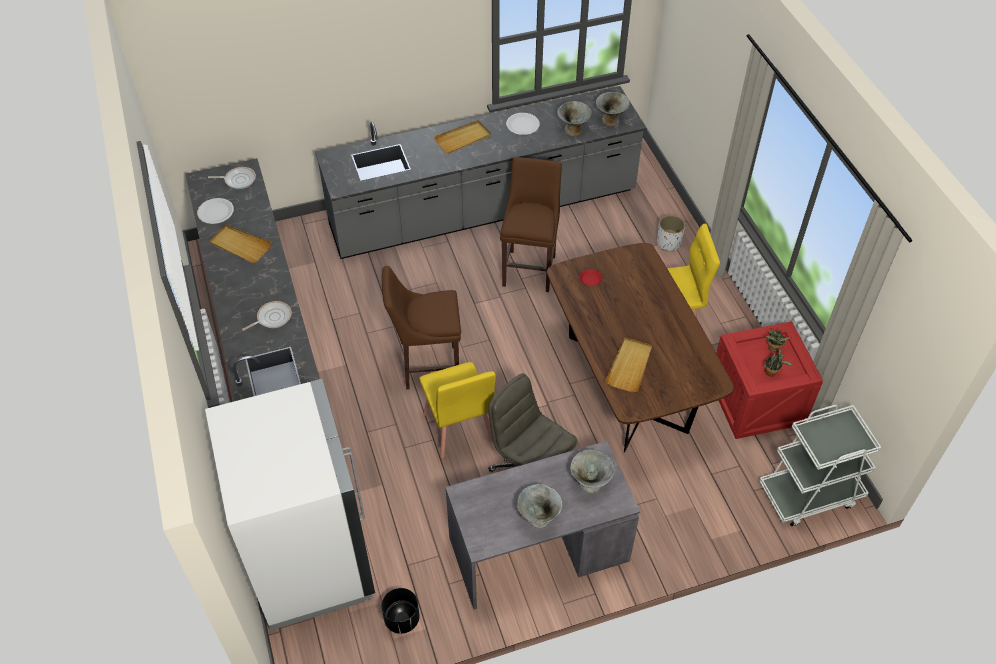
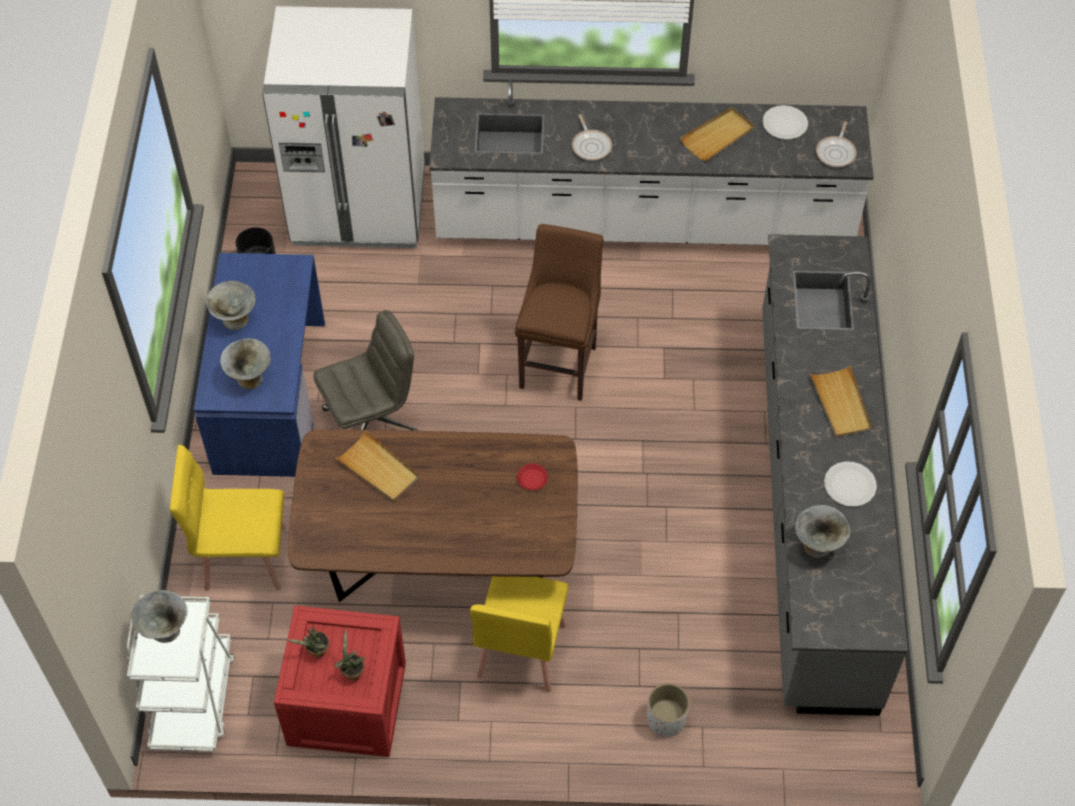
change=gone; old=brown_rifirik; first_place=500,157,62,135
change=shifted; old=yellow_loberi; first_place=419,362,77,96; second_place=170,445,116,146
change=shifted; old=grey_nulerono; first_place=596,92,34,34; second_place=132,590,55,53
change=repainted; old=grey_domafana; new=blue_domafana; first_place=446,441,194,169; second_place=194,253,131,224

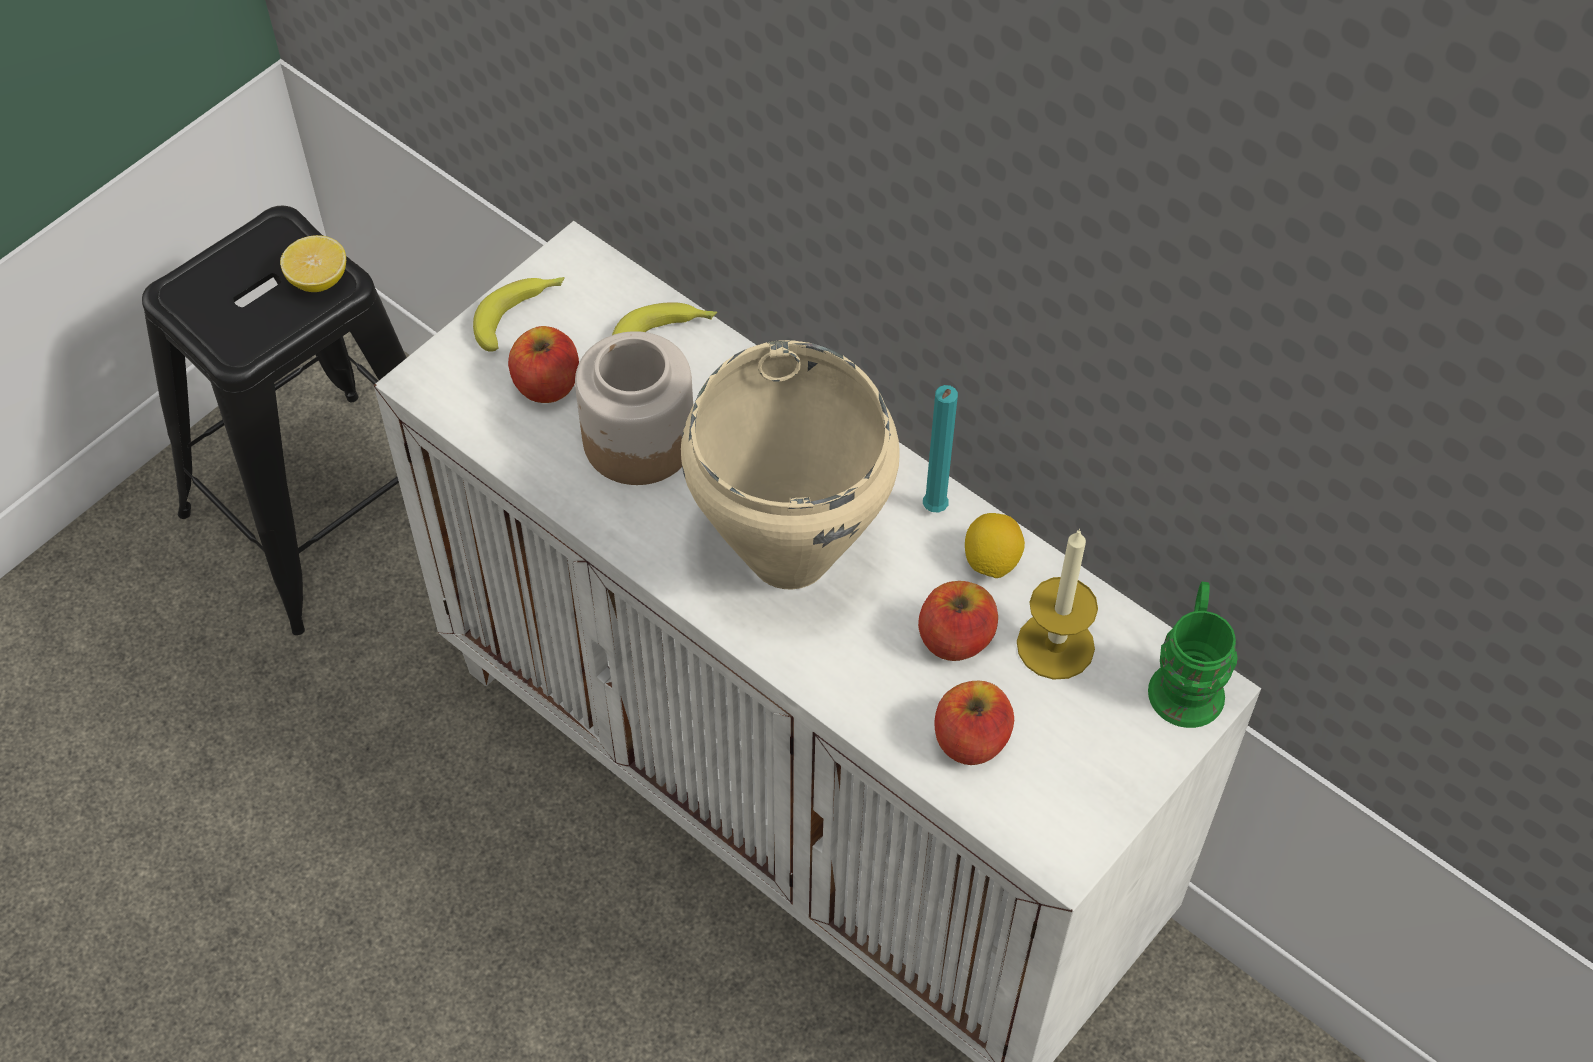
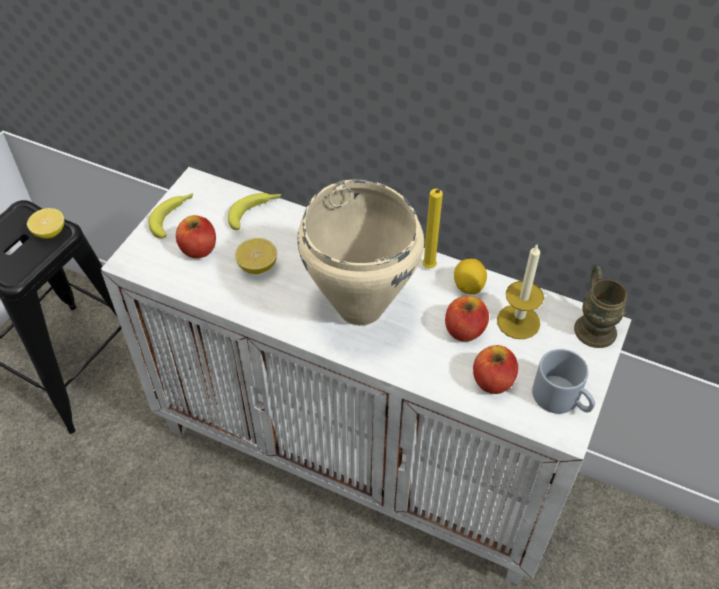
change=new; new=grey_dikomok; second_place=532,349,63,65
change=swapped; old=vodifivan; new=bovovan; first_place=575,331,118,154; second_place=235,238,42,36
change=repainted; old=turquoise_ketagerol; new=yellow_ketagerol; first_place=923,385,35,128; second_place=422,189,21,80
change=repainted; old=green_dikomok; new=brown_dikomok; first_place=1148,582,90,146; second_place=574,265,53,83

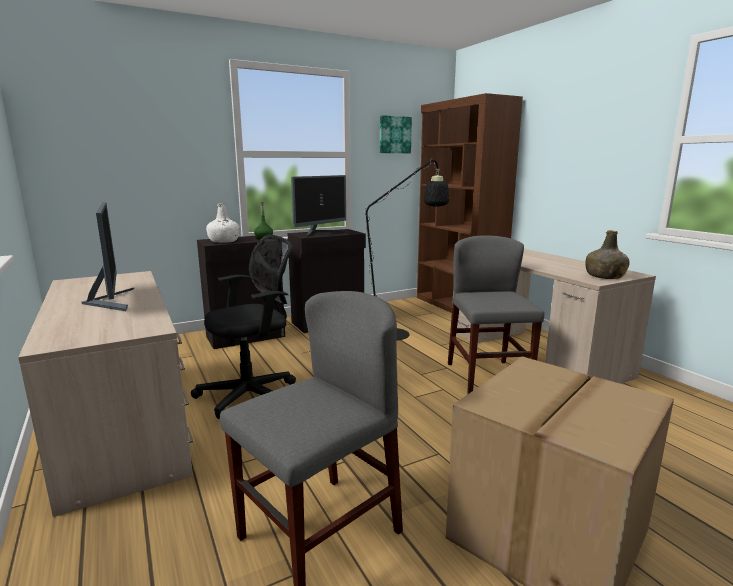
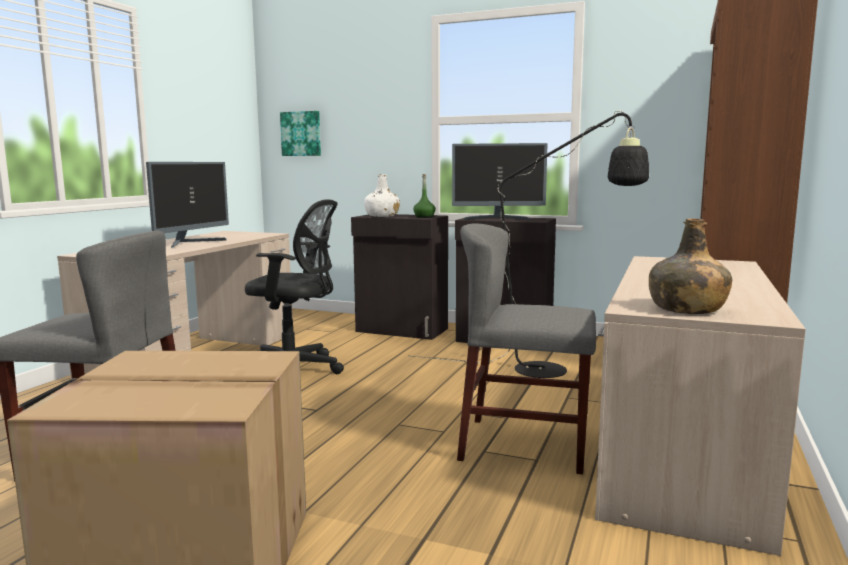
change=shifted; old=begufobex; first_place=380,115,32,38; second_place=280,111,41,45
change=rotated; old=grey_loberi; first_place=448,236,97,159; second_place=457,223,139,251; degrees=-120

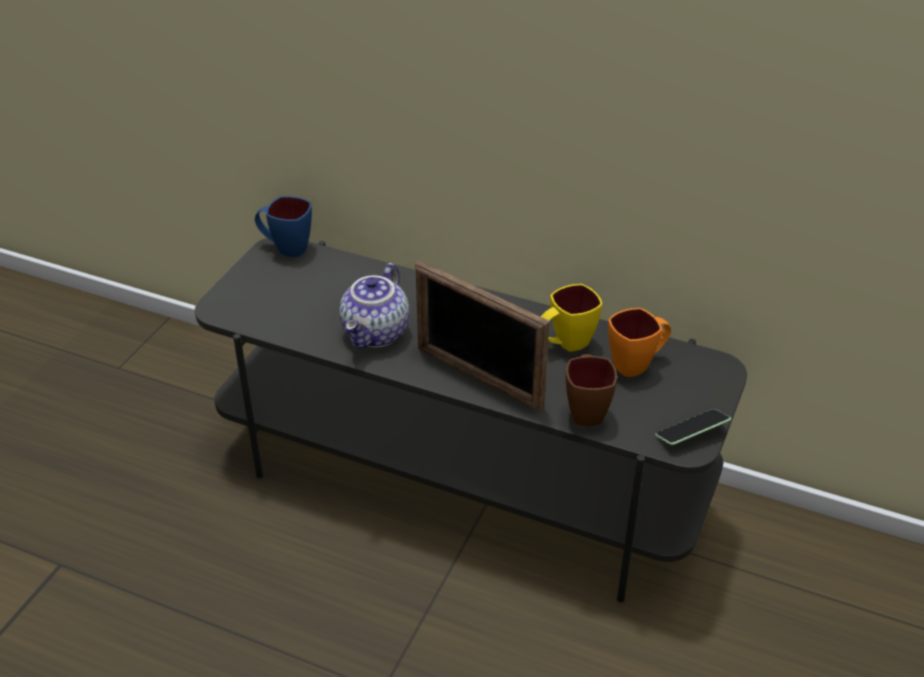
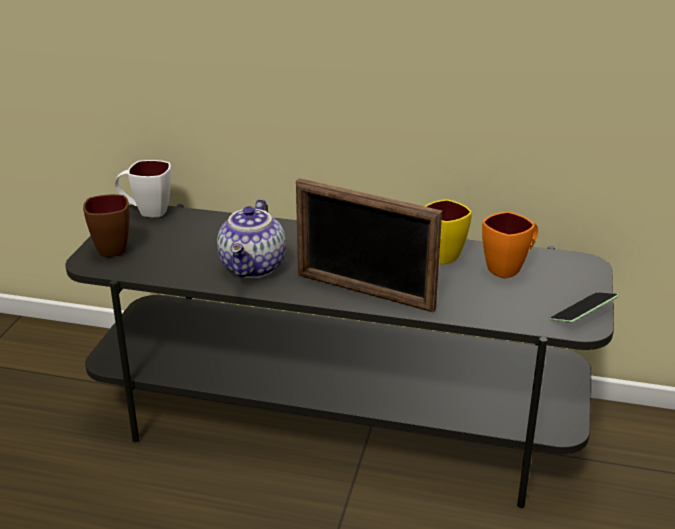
change=shifted; old=brown_dikomok; first_place=566,354,51,72; second_place=83,194,46,63
change=repainted; old=blue_dikomok; new=white_dikomok; first_place=255,196,57,61; second_place=115,160,56,58

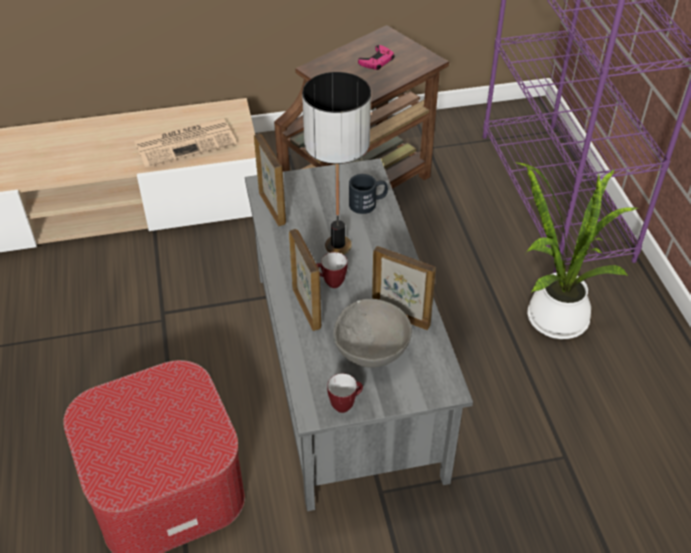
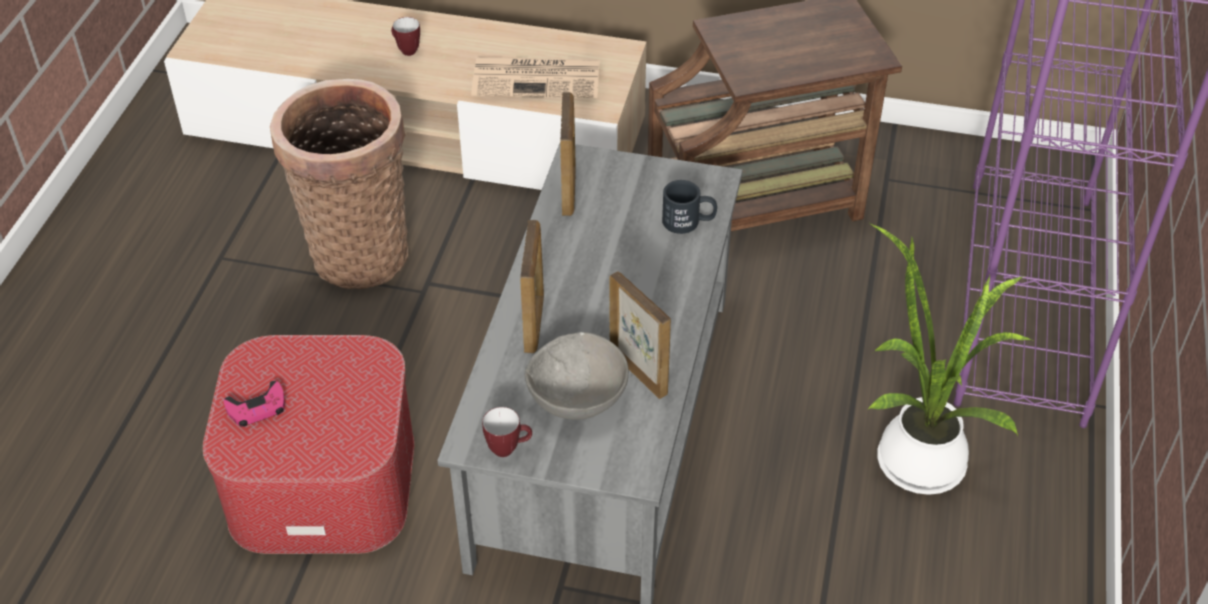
change=gone; old=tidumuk; first_place=302,72,69,183
change=new; new=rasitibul; second_place=270,79,138,210
change=shifted; old=dikomok; first_place=316,252,31,36; second_place=391,17,29,39
change=shifted; old=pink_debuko; first_place=358,45,37,25; second_place=224,381,61,46

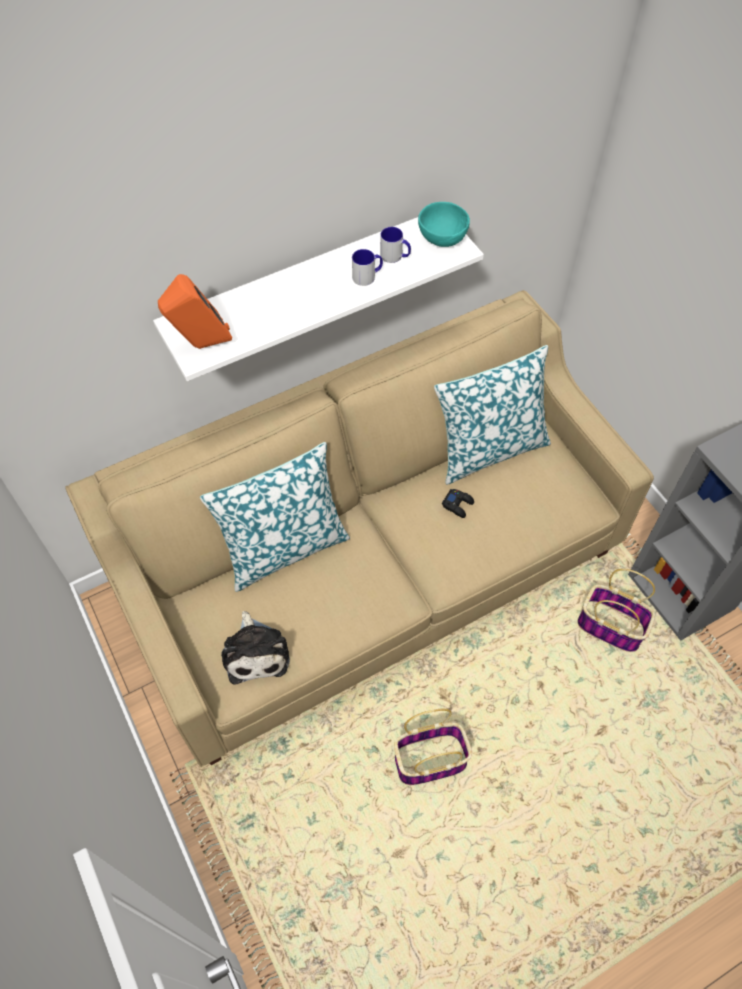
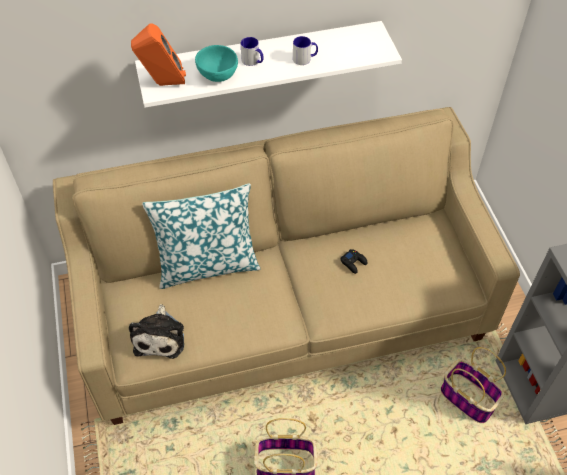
change=gone; old=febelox; first_place=434,345,117,140
change=shifted; old=dikomok; first_place=380,227,31,36; second_place=241,37,22,29
change=shifted; old=turquoise_nulerono; first_place=418,202,52,45; second_place=195,45,43,37

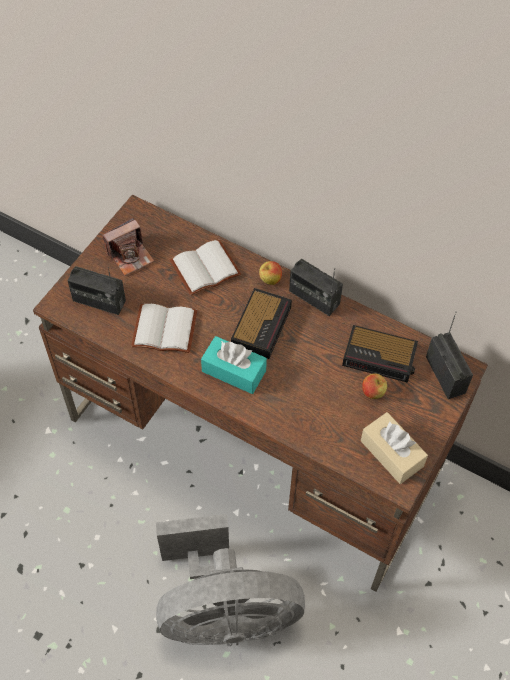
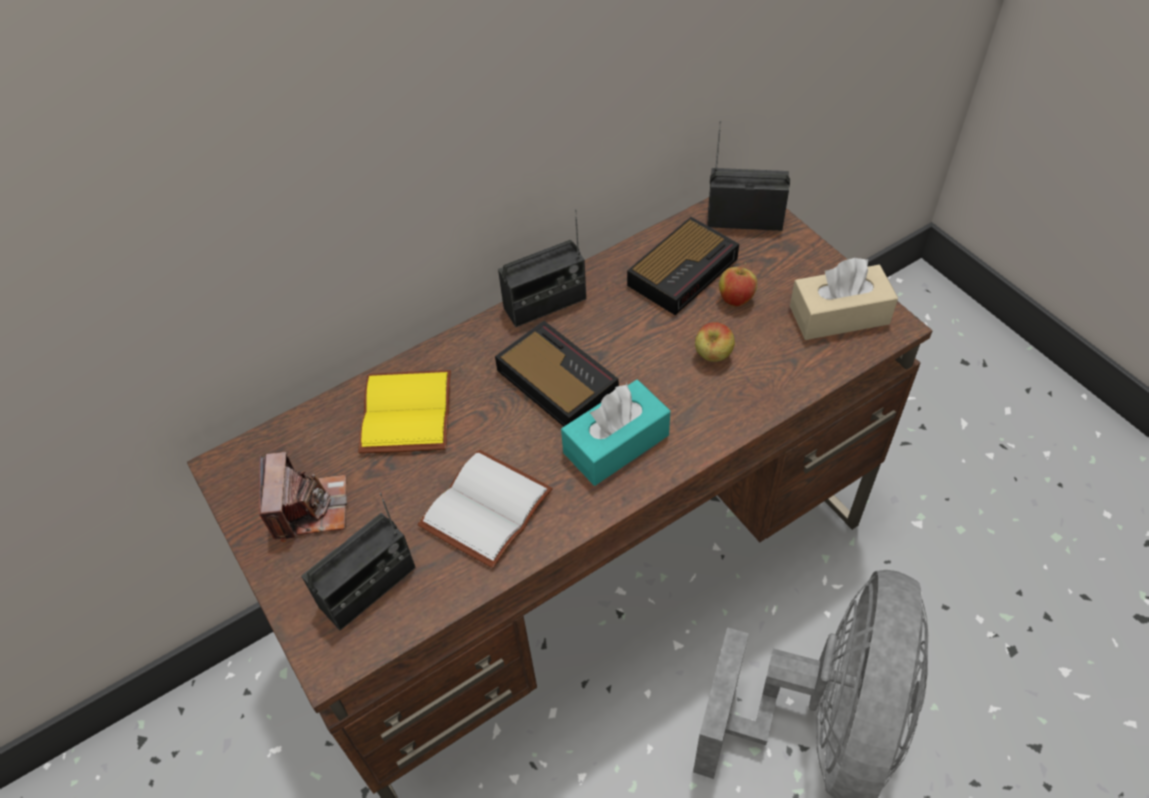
change=shifted; old=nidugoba; first_place=259,261,23,24; second_place=695,322,40,40
change=repainted; old=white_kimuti; new=yellow_kimuti; first_place=170,240,71,55; second_place=358,370,93,84

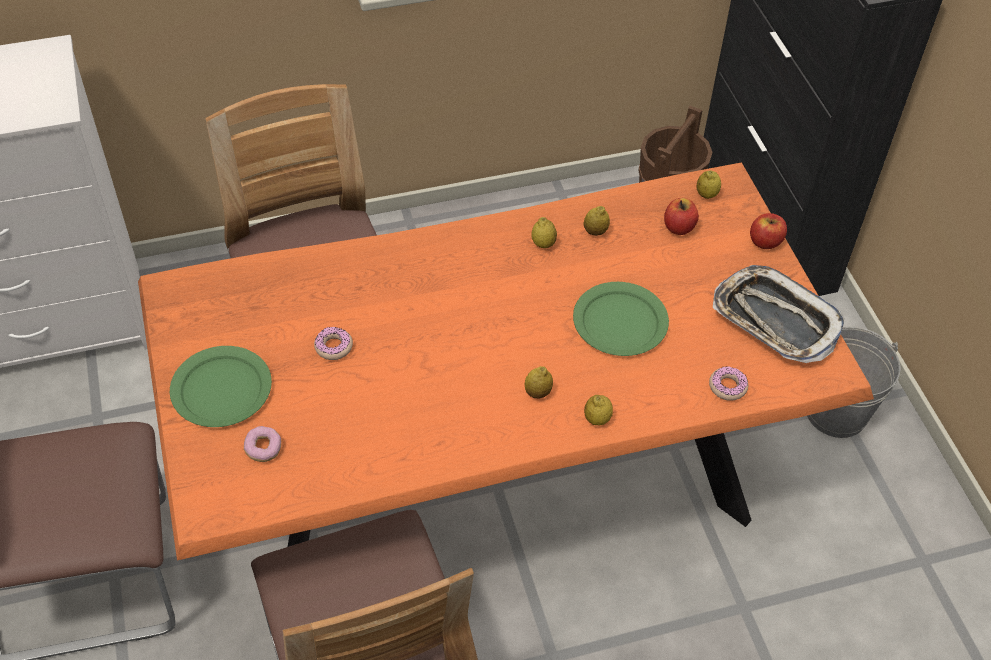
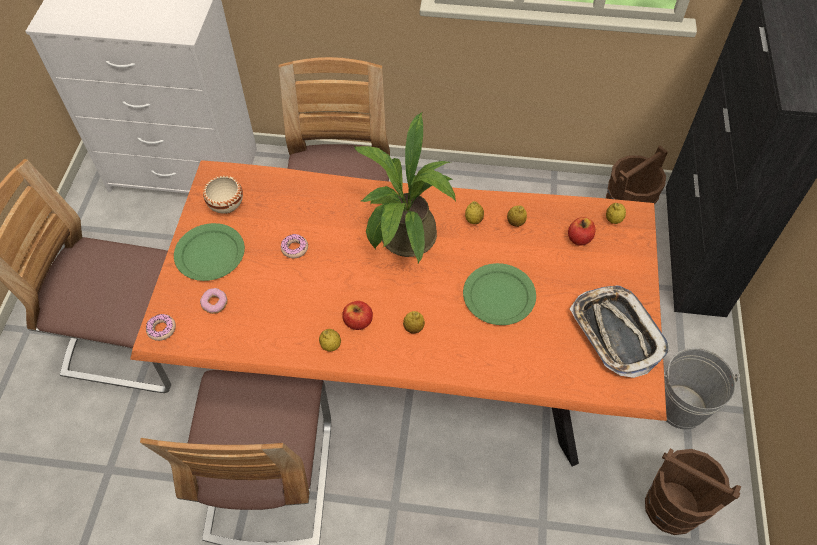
change=new; new=beige_nulerono; second_place=203,176,40,38
change=new; new=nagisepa; second_place=354,113,102,150
change=new; new=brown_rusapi; second_place=645,448,97,87
change=shifted; old=bovovan; first_place=584,395,29,30; second_place=319,329,22,22
change=shifted; old=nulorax; first_place=709,366,39,35; second_place=146,314,30,27
change=shifted; old=nidugoba; first_place=750,213,37,36; second_place=342,301,31,29

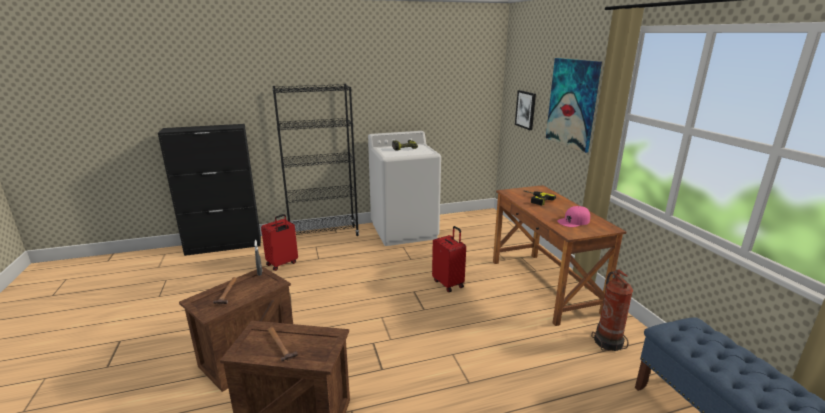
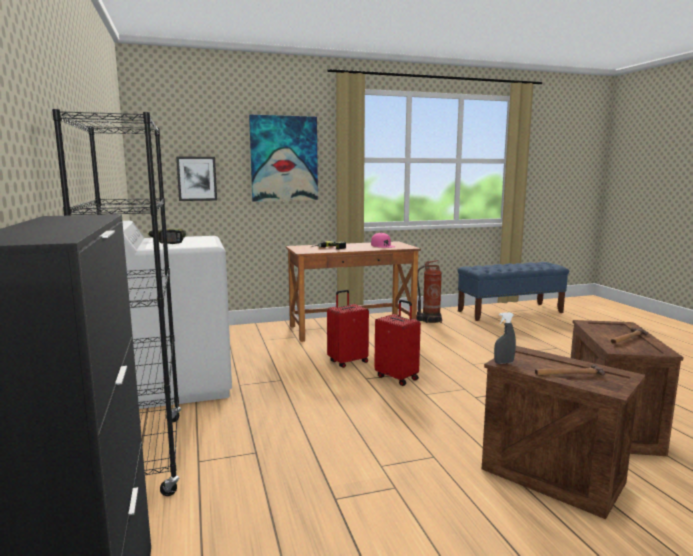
change=shifted; old=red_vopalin; first_place=261,214,37,57; second_place=374,300,47,86

